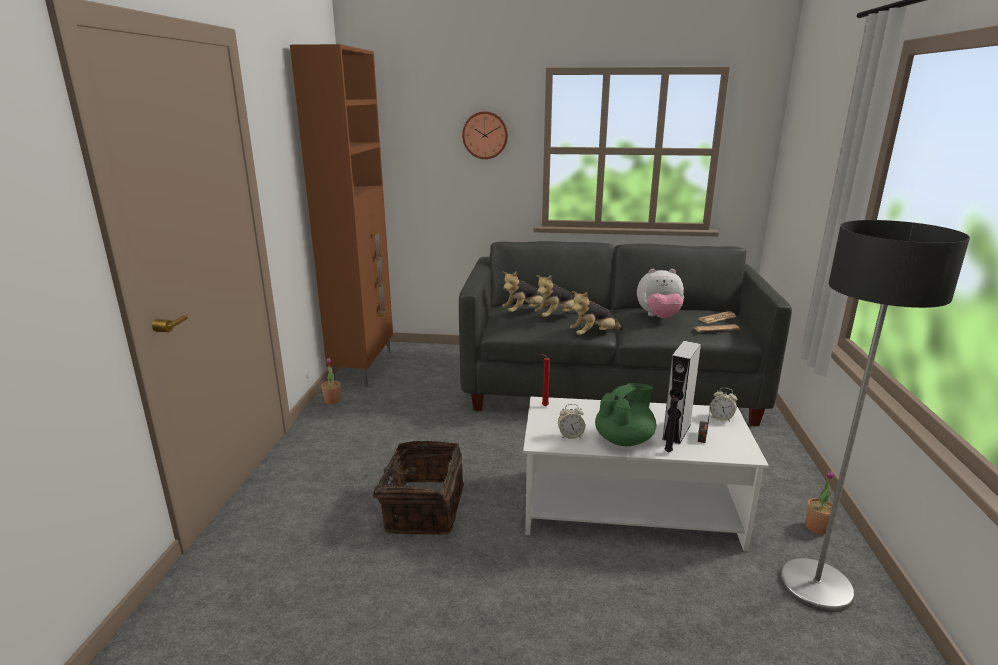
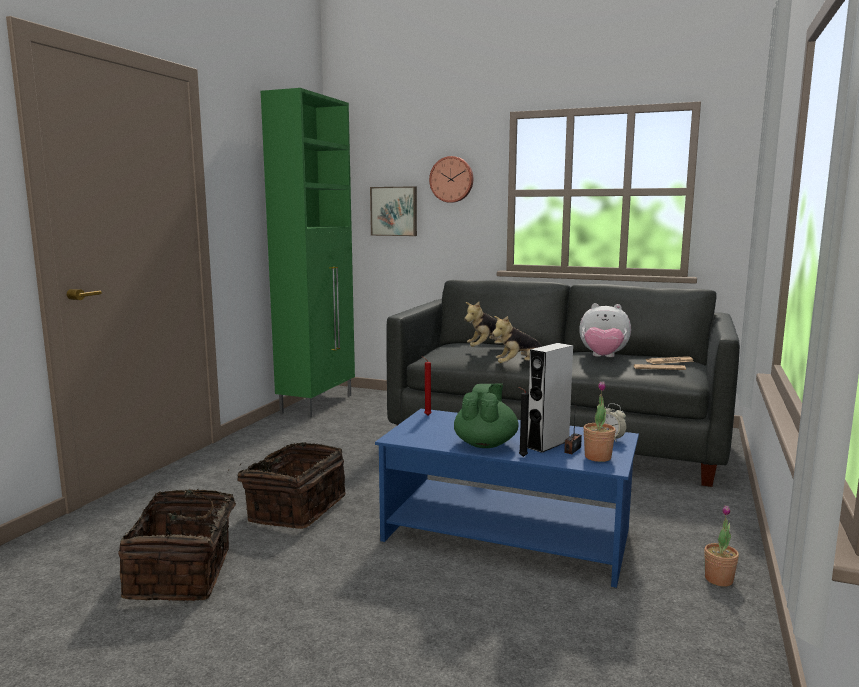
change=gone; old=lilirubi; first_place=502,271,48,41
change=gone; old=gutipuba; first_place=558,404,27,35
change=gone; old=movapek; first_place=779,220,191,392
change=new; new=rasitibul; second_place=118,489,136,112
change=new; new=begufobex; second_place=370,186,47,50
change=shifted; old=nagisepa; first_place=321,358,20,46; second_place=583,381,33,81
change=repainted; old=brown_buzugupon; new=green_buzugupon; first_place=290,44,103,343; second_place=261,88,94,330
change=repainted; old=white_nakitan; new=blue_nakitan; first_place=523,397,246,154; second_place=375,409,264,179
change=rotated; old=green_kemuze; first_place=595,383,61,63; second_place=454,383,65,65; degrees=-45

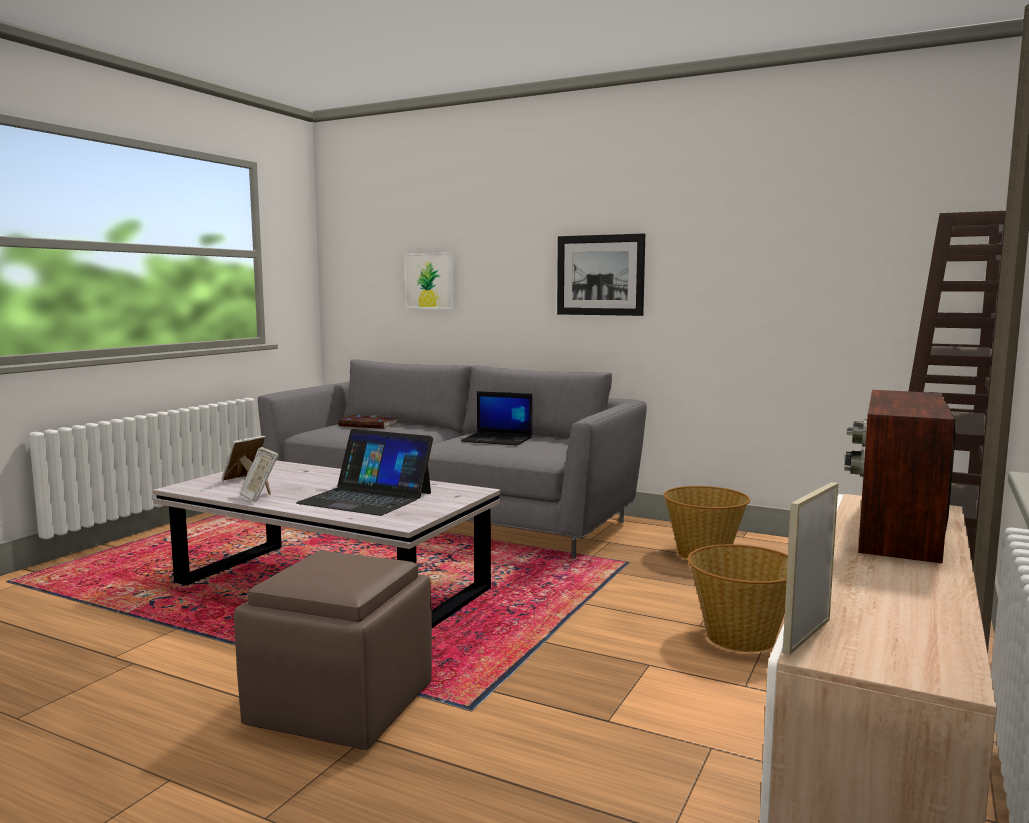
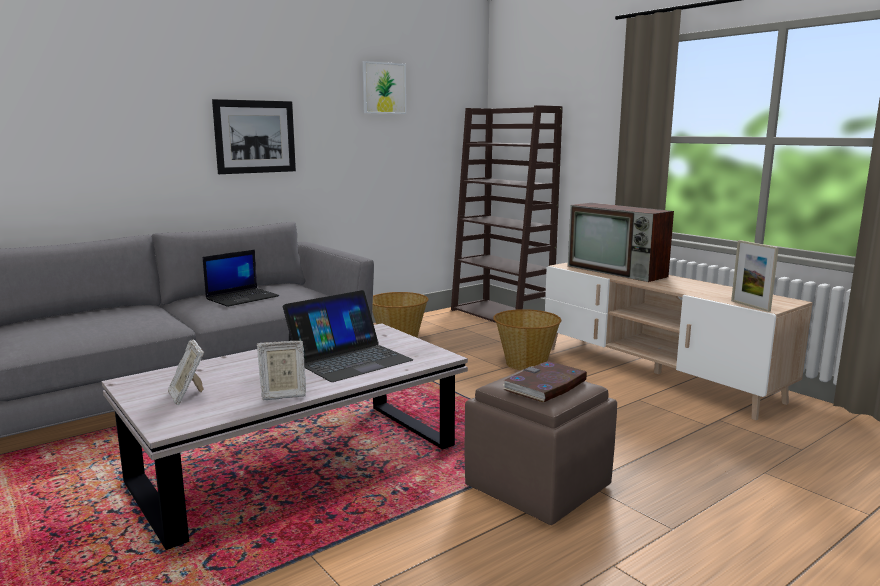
change=shifted; old=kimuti; first_place=338,415,60,14; second_place=503,361,84,41
change=shifted; old=begufobex; first_place=405,252,49,57; second_place=363,61,43,53

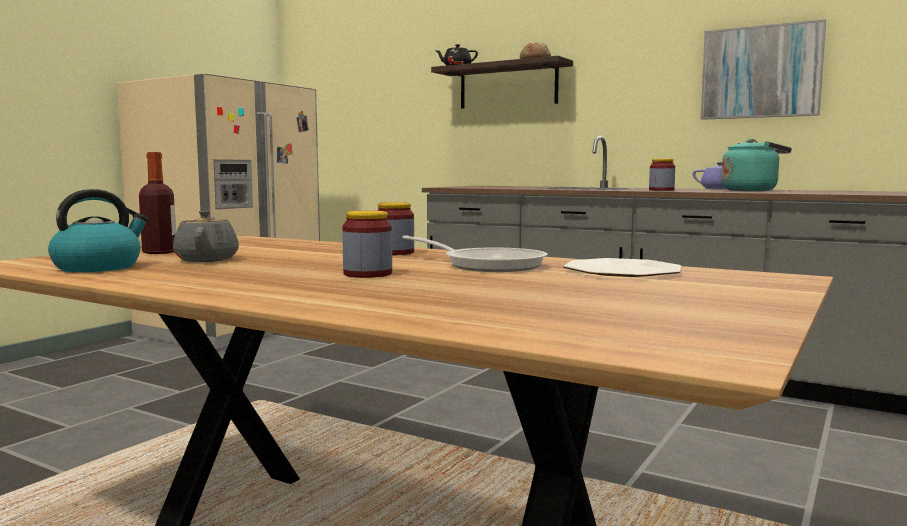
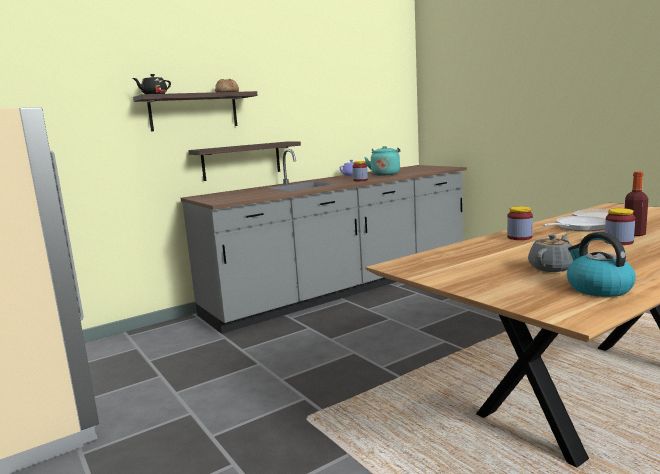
change=gone; old=begufobex; first_place=701,19,125,101
change=new; new=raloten; second_place=188,141,113,40
change=shifted; old=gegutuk; first_place=139,152,37,102; second_place=625,172,23,64
change=rotated; old=grey_kemuze; first_place=173,211,66,51; second_place=528,234,45,38; degrees=120

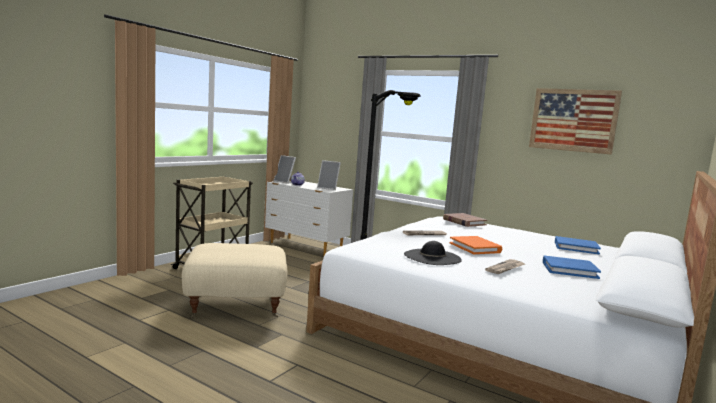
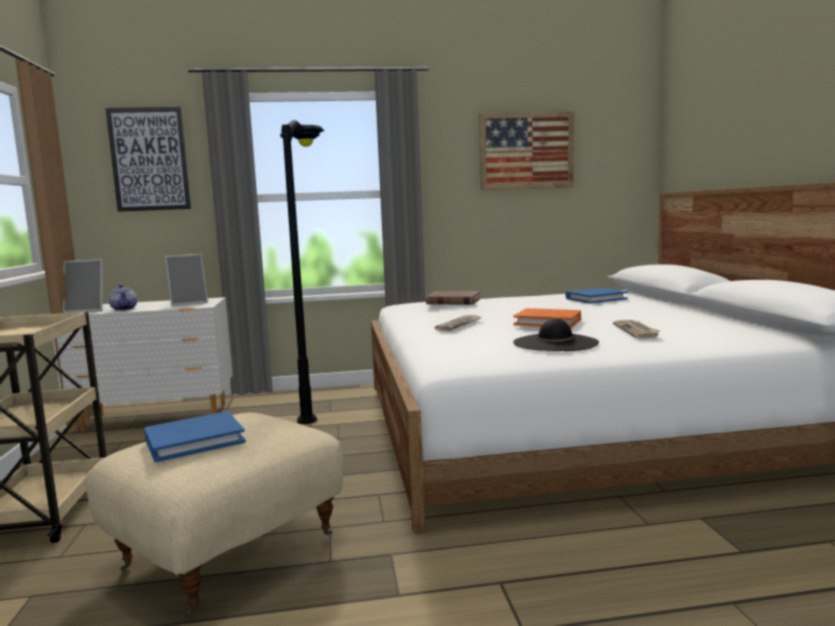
change=new; new=begufobex; second_place=106,107,85,105
change=shifted; old=blue_kimuti; first_place=543,256,58,23; second_place=144,412,102,50

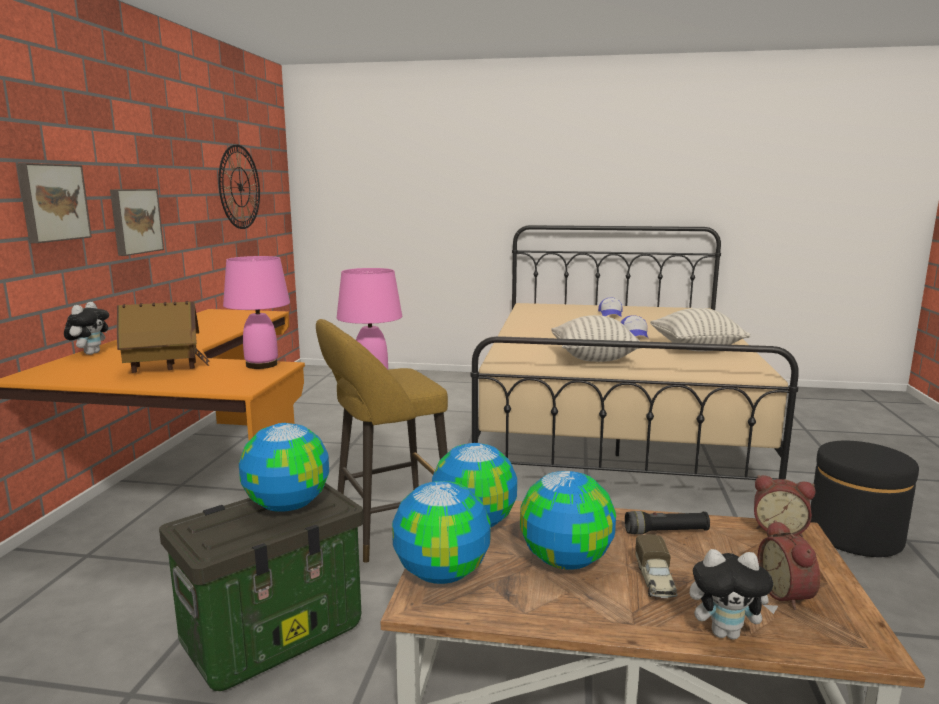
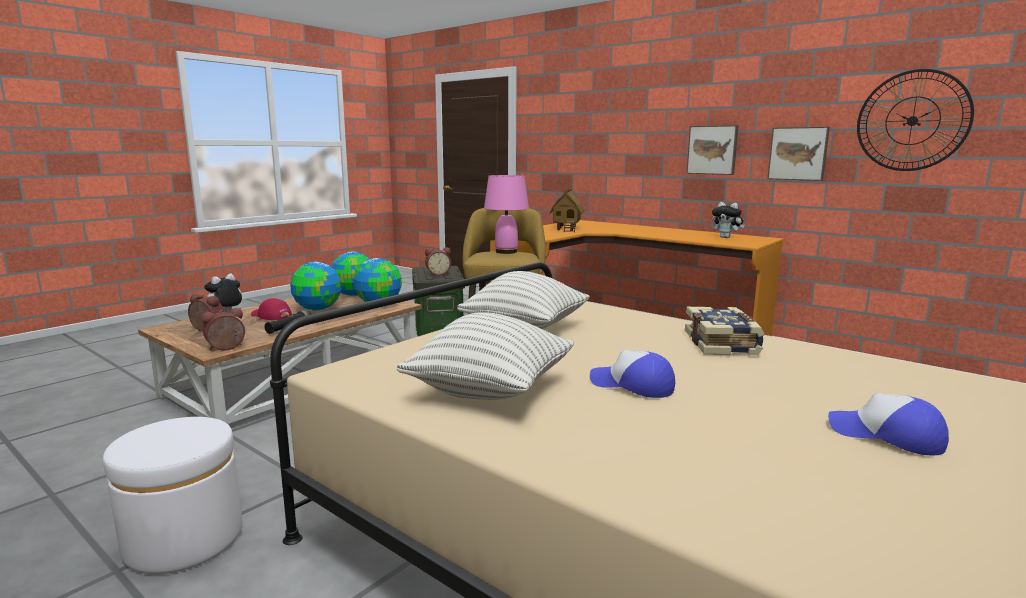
change=gone; old=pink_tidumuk; first_place=223,256,67,113
change=new; new=kimuti; second_place=685,307,80,48
change=shifted; old=begufobex; first_place=17,163,75,80; second_place=767,127,63,54
change=shifted; old=lilirubi; first_place=64,302,45,53; second_place=712,202,32,36
change=swapped; old=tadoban; new=gutipuba; first_place=239,423,90,89; second_place=425,247,26,28
change=swapped; old=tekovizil; new=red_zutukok; first_place=635,534,42,64; second_place=251,298,41,22
change=repainted; old=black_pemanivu; new=white_pemanivu; first_place=811,441,108,116; second_place=103,417,139,157

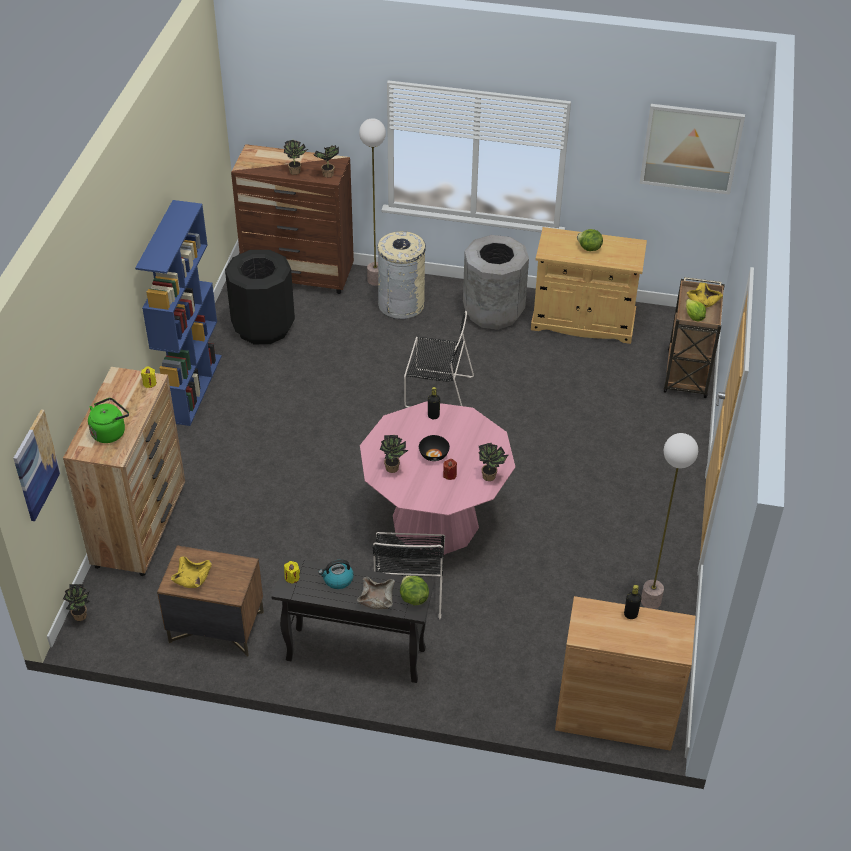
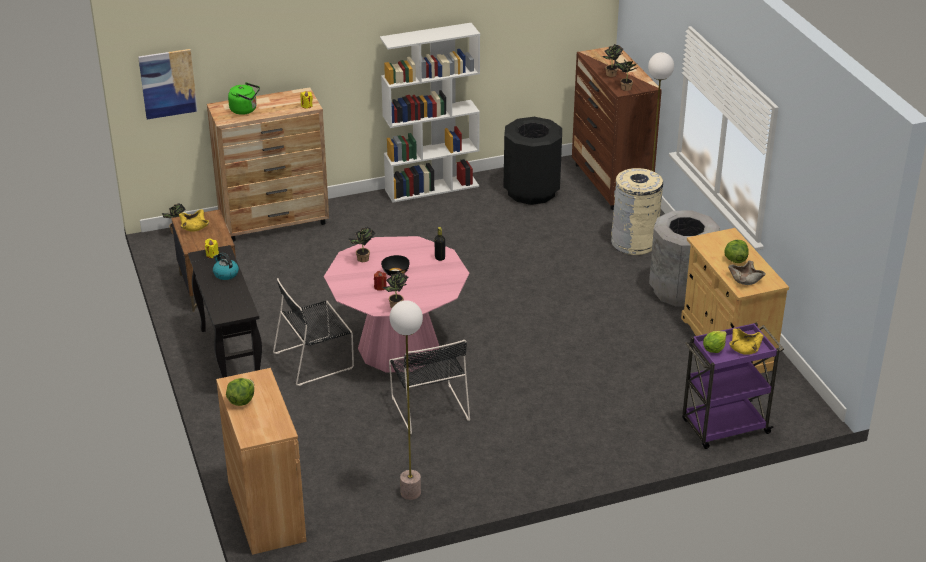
change=gone; old=black_gegutuk; first_place=624,585,17,34
change=gone; old=begufobex; first_place=639,104,106,91
change=shifted; old=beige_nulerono; first_place=357,577,38,32; second_place=728,261,38,24
change=shifted; old=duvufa; first_place=400,576,29,29; second_place=226,378,28,28
change=shifted; old=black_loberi; first_place=404,311,70,97; second_place=389,340,81,94
change=repainted; old=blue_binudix; new=white_binudix; first_place=135,200,87,226; second_place=380,23,100,180
change=repainted; old=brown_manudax; new=purple_manudax; first_place=663,277,62,121; second_place=682,323,102,126

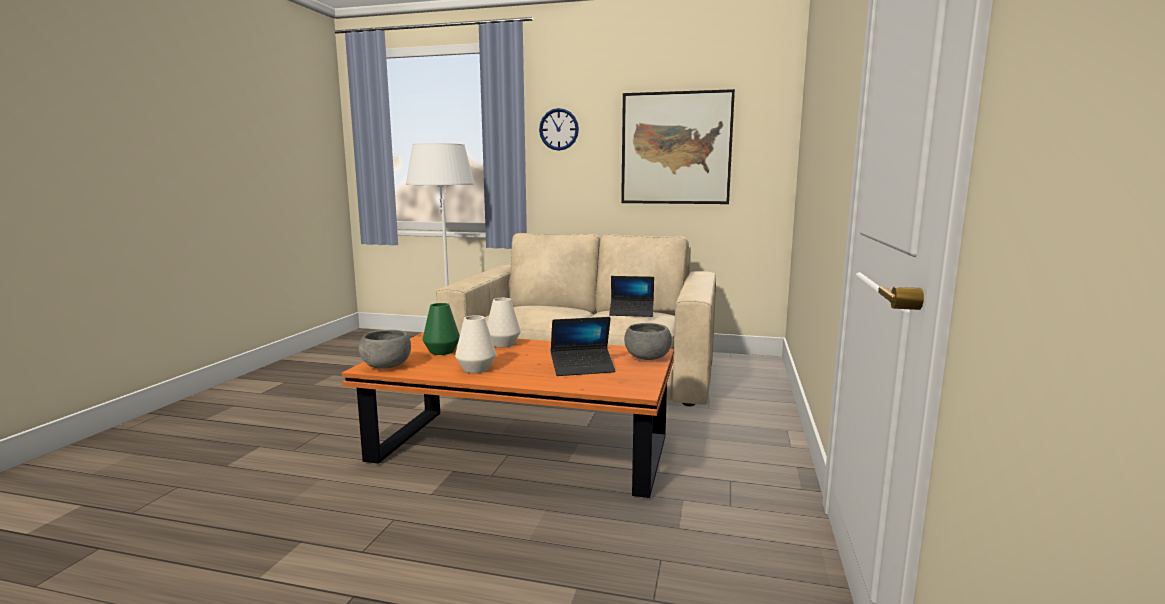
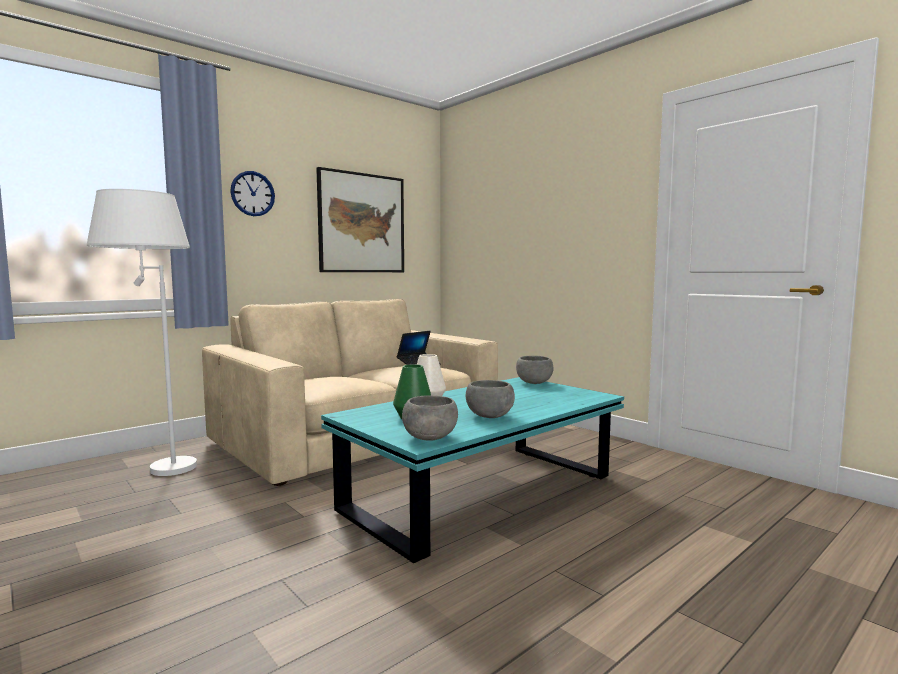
change=gone; old=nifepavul; first_place=551,317,65,59
change=swapped; old=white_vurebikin; new=grey_nulerono; first_place=455,315,41,58; second_place=466,380,49,38
change=repainted; old=orange_nakitan; new=turquoise_nakitan; first_place=341,332,333,166; second_place=321,377,303,186

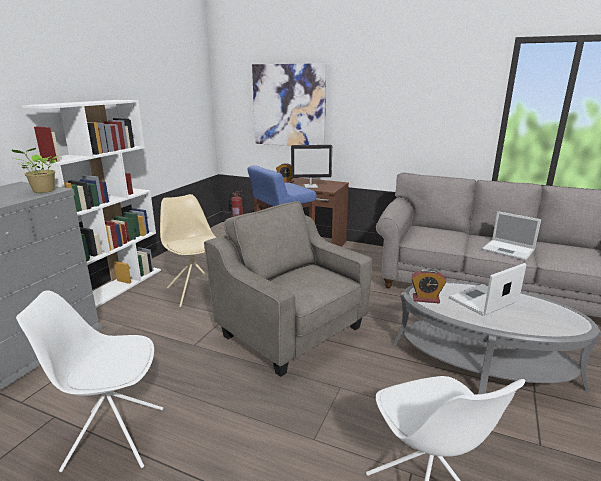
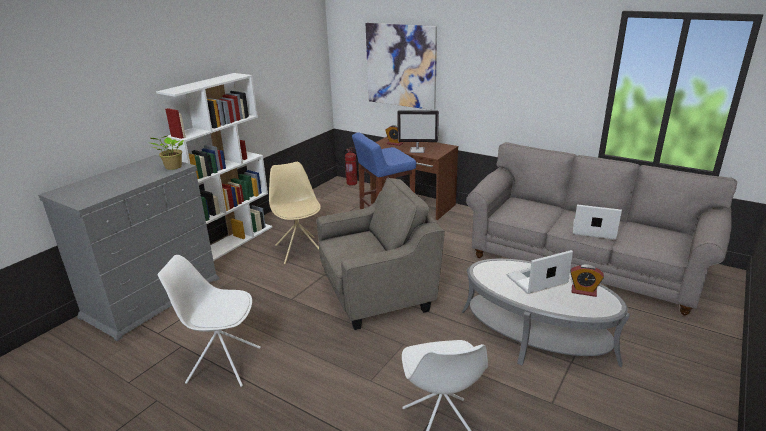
change=shifted; old=gutipuba; first_place=411,269,35,34; second_place=570,265,34,32
change=rotated; old=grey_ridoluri; first_place=204,201,168,176; second_place=317,178,128,152; degrees=105
change=rotated; old=nifepavul; first_place=482,211,59,49; second_place=573,204,49,36; degrees=150

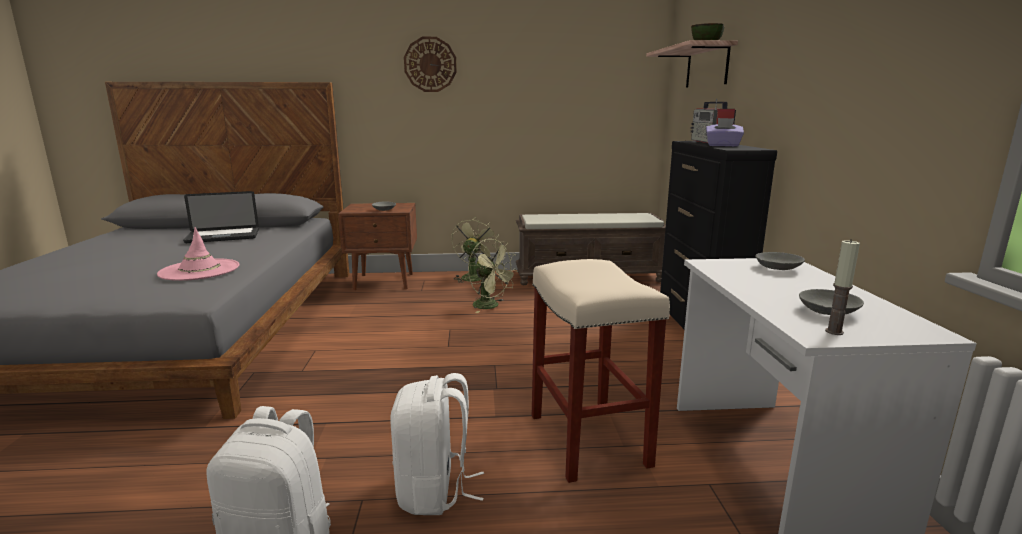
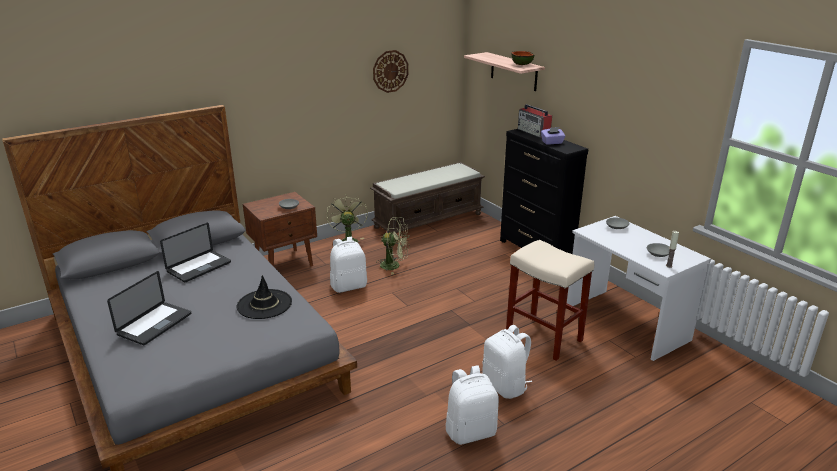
change=new; new=nifepavul; second_place=107,271,84,74
change=new; new=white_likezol; second_place=330,237,37,56
change=shifted; old=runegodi; first_place=404,37,53,55; second_place=373,50,36,43
change=repainted; old=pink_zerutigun; new=black_zerutigun; first_place=157,227,82,54; second_place=237,275,55,44

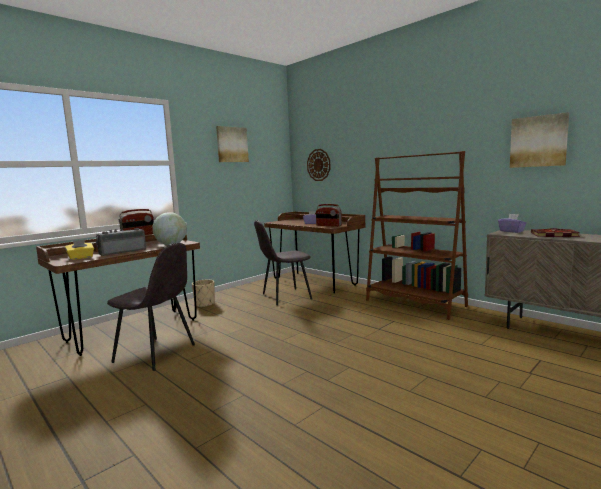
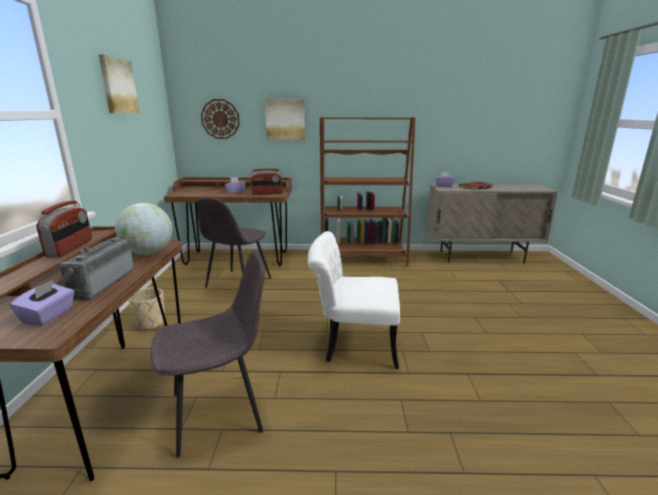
change=new; new=white_loberi; second_place=308,231,92,138
change=shifted; old=begufobex; first_place=510,112,59,56; second_place=265,99,40,41
change=repainted; old=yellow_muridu; new=purple_muridu; first_place=65,239,29,21; second_place=10,279,65,47

